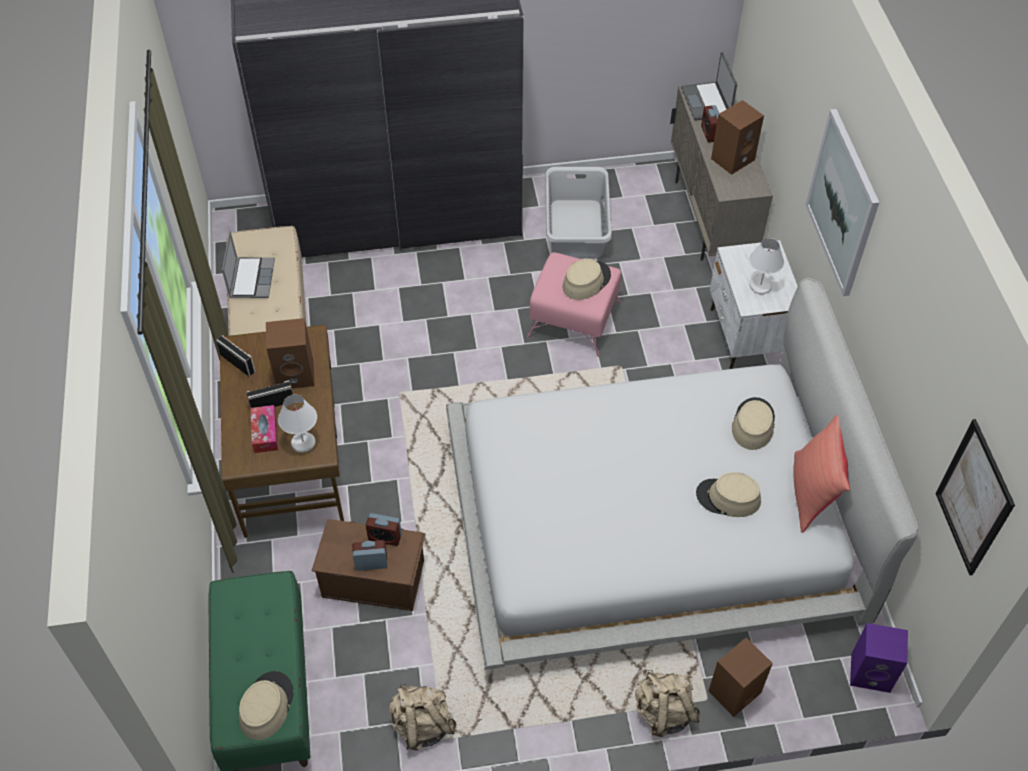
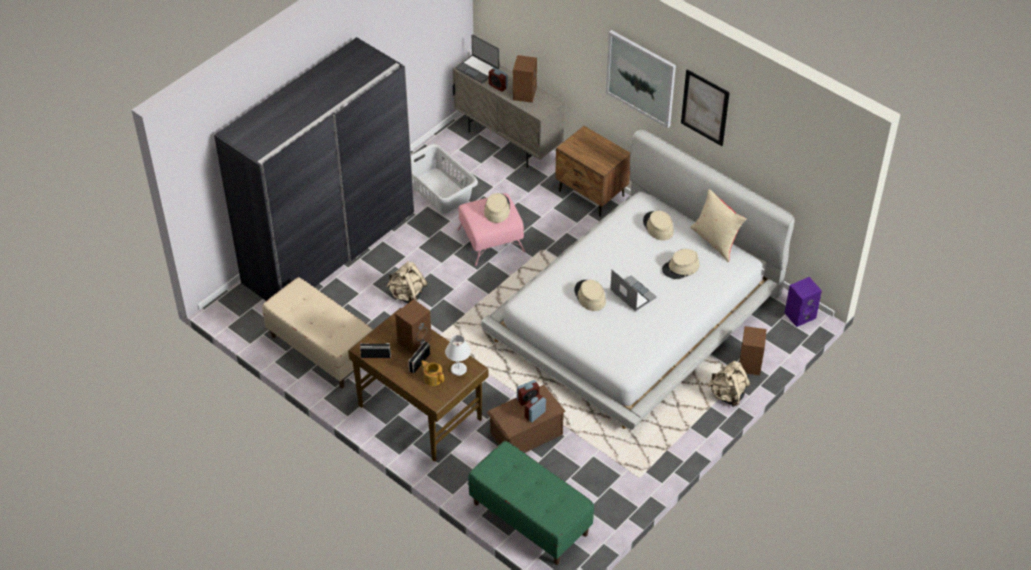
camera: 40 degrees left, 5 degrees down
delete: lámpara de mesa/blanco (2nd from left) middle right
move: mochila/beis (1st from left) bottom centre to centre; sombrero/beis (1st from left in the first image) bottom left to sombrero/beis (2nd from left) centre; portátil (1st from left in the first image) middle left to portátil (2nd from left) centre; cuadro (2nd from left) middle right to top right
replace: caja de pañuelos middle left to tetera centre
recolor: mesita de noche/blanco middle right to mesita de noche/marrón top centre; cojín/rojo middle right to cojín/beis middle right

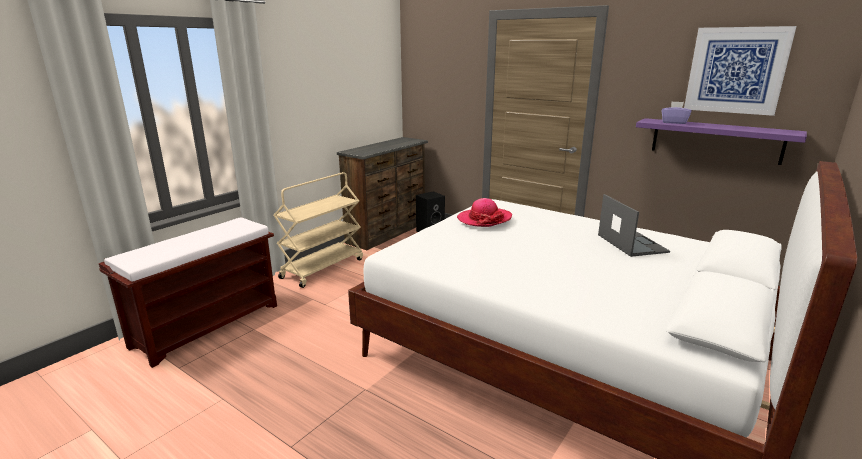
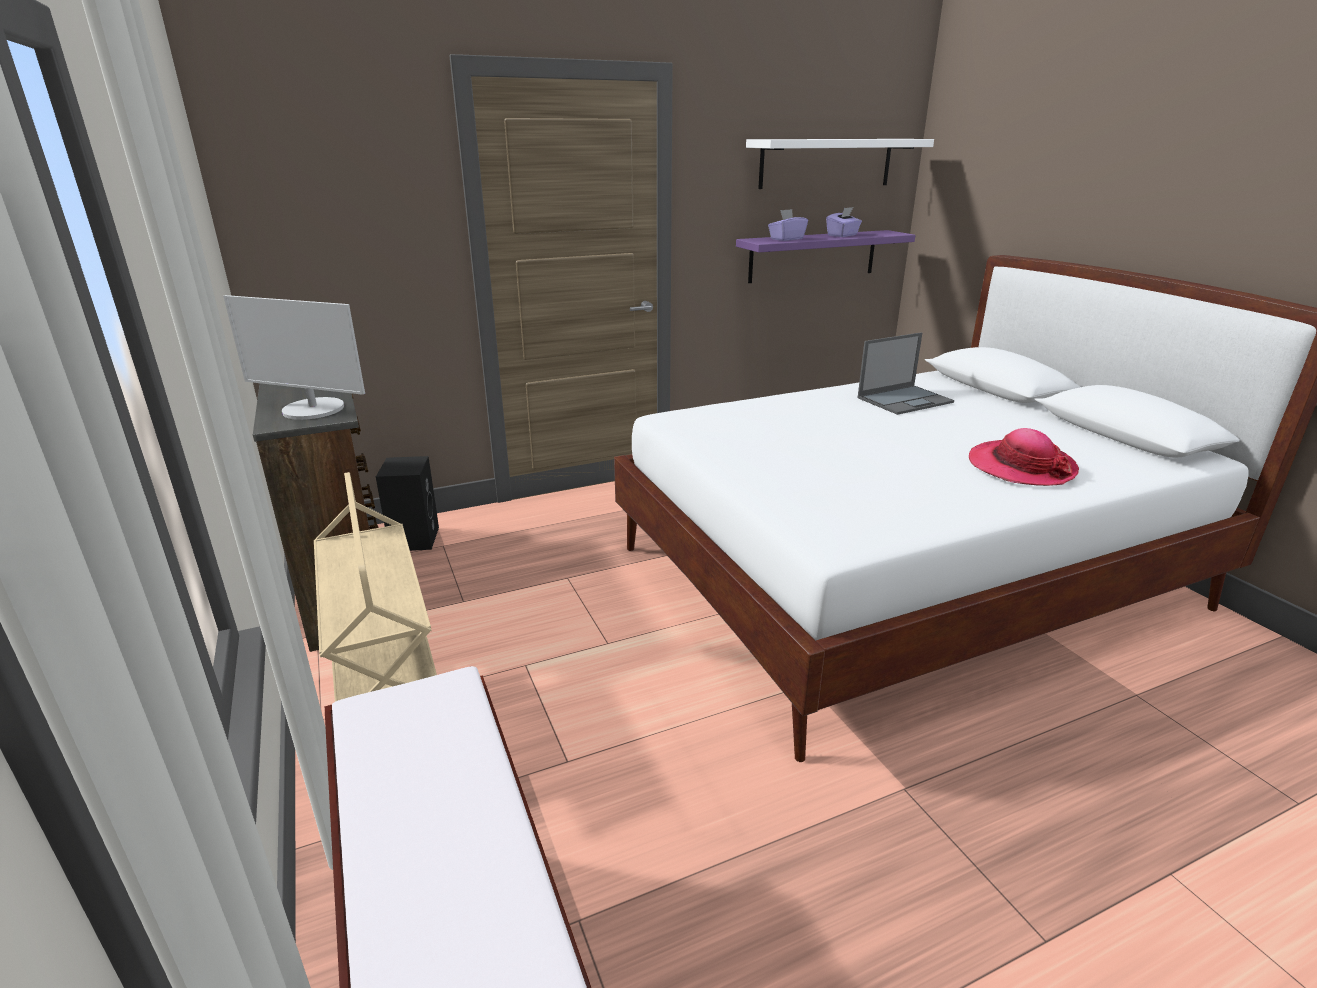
camera: 60 degrees left, 5 degrees up
insert: monitor middle left; caja de pañuelos/morado (2nd from left) top centre
move: sombrero centre to middle right
replace: cuadro top right to estante/blanco top centre
rotate: portátil middle right = middle right 135 degrees clockwise

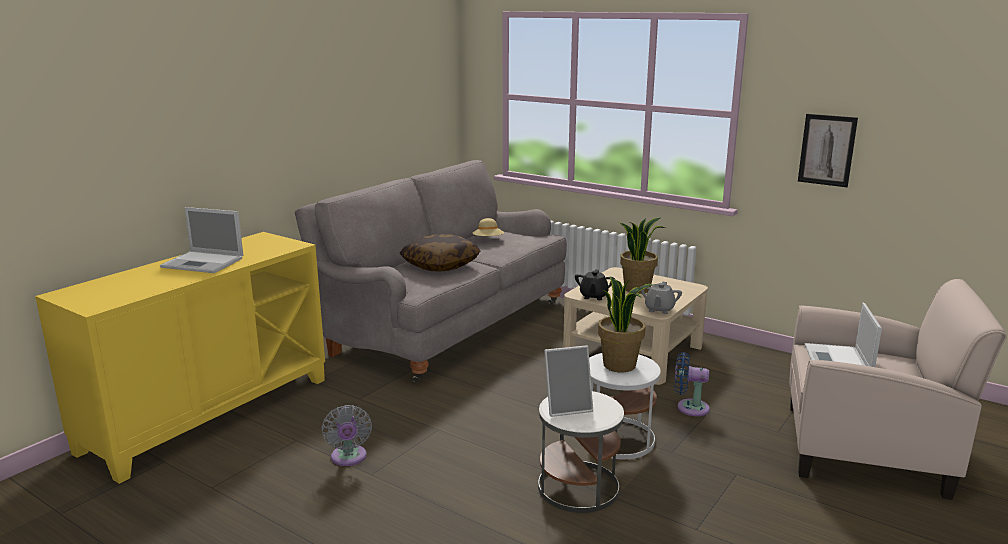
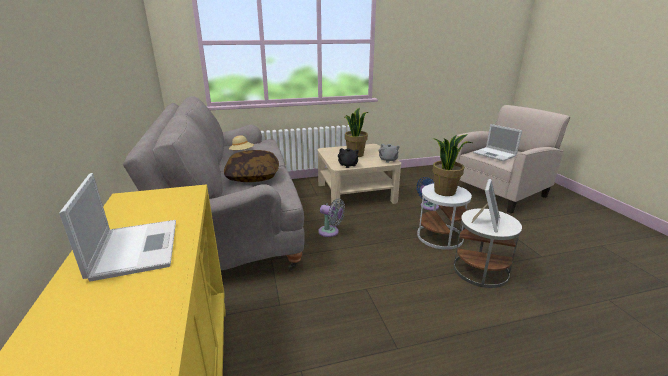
camera: 50 degrees left, 5 degrees up
delete: cuadro top right
move: ventilador/gris bottom centre to centre
rotate: portátil (1st from left) middle left = middle left 75 degrees counterclockwise

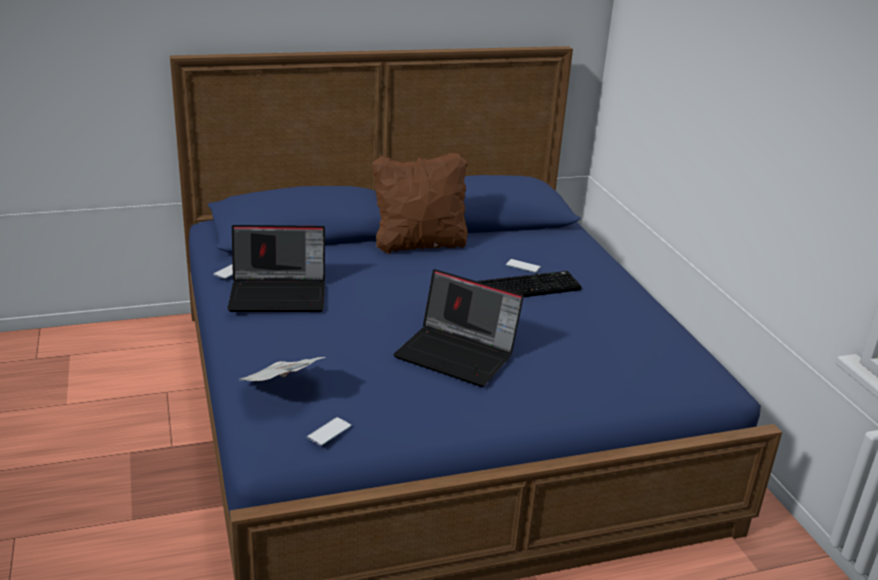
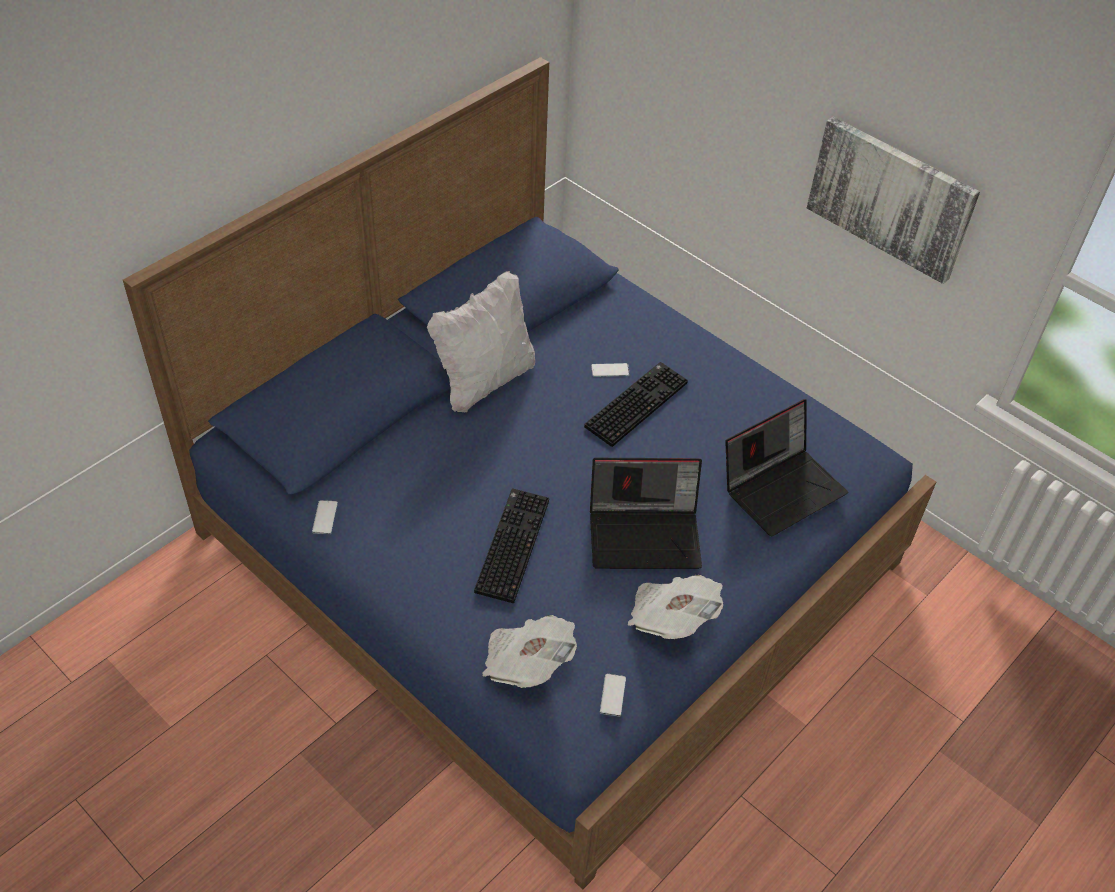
camera: 30 degrees left, 20 degrees up
insert: teclado (1st from left) centre; periódico (2nd from left) bottom centre; cuadro top right
move: portátil (1st from left in the first image) middle left to portátil (2nd from left) middle right
recolor: cojín/marrón centre to cojín/blanco centre

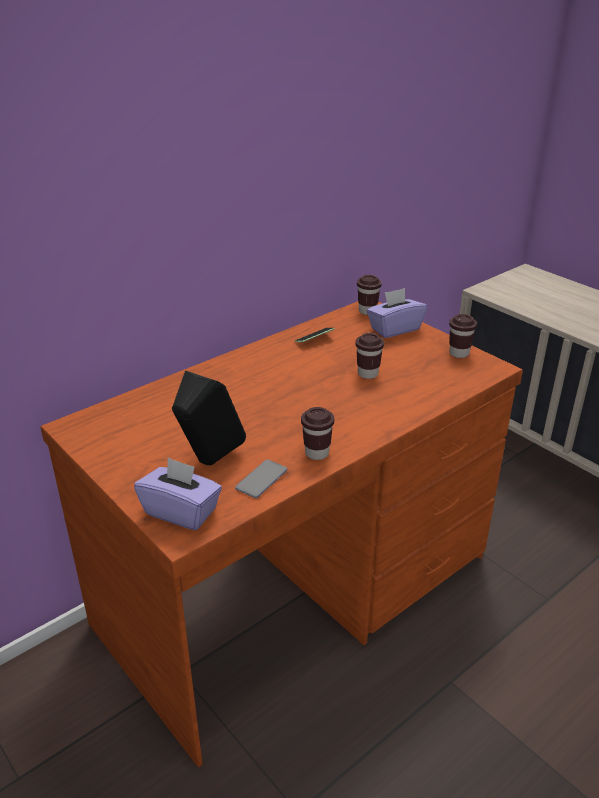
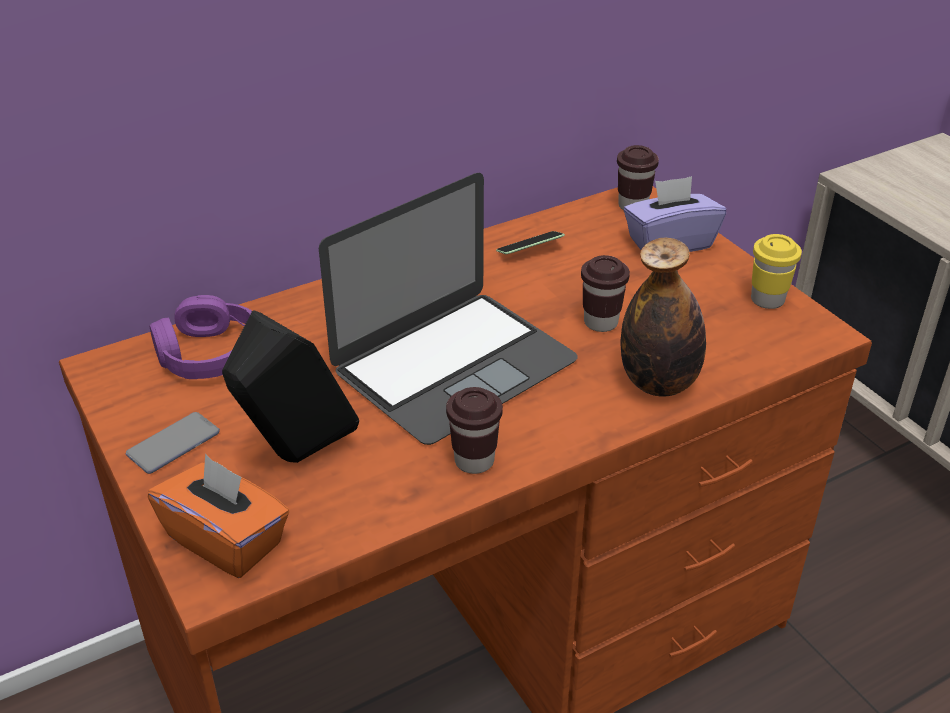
camera: 10 degrees right, 5 degrees up
insert: auriculares/morado middle left; portátil centre; botella middle right
move: móvil (1st from left) centre to middle left
recolor: caja de pañuelos/morado (1st from left) middle left to caja de pañuelos/naranja bottom left; taza/marrón (4th from left) middle right to taza/amarillo middle right

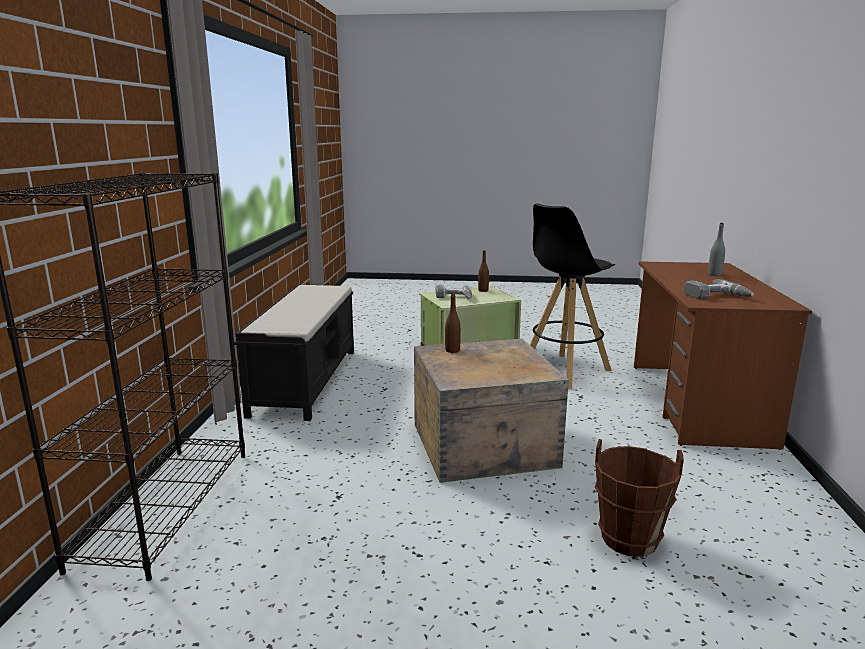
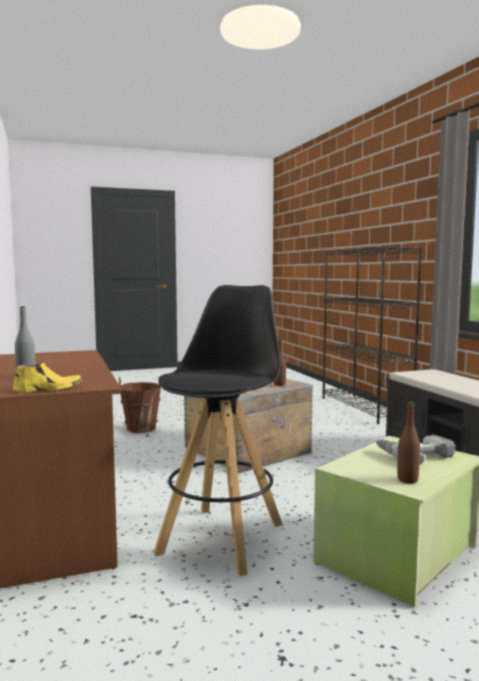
camera: 155 degrees right, 10 degrees down
delete: taladro (2nd from left) middle right
insert: zapato/amarillo middle left

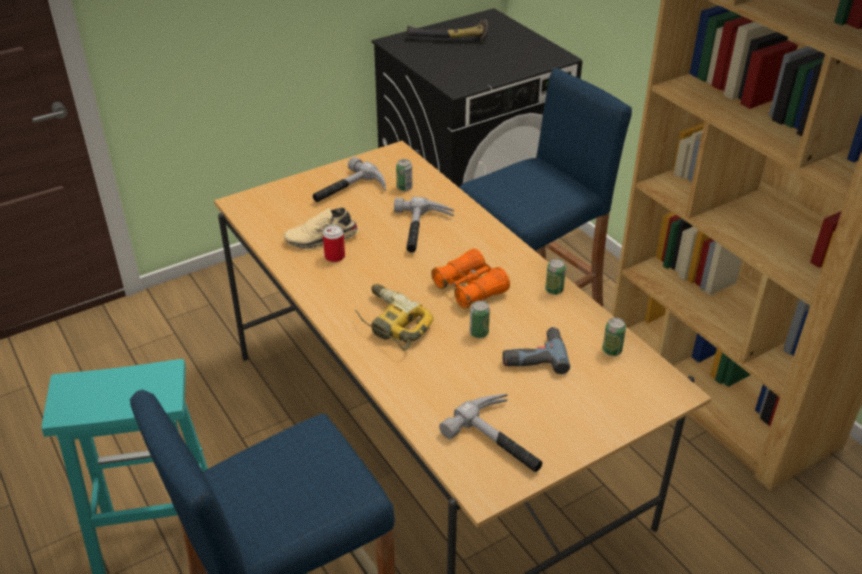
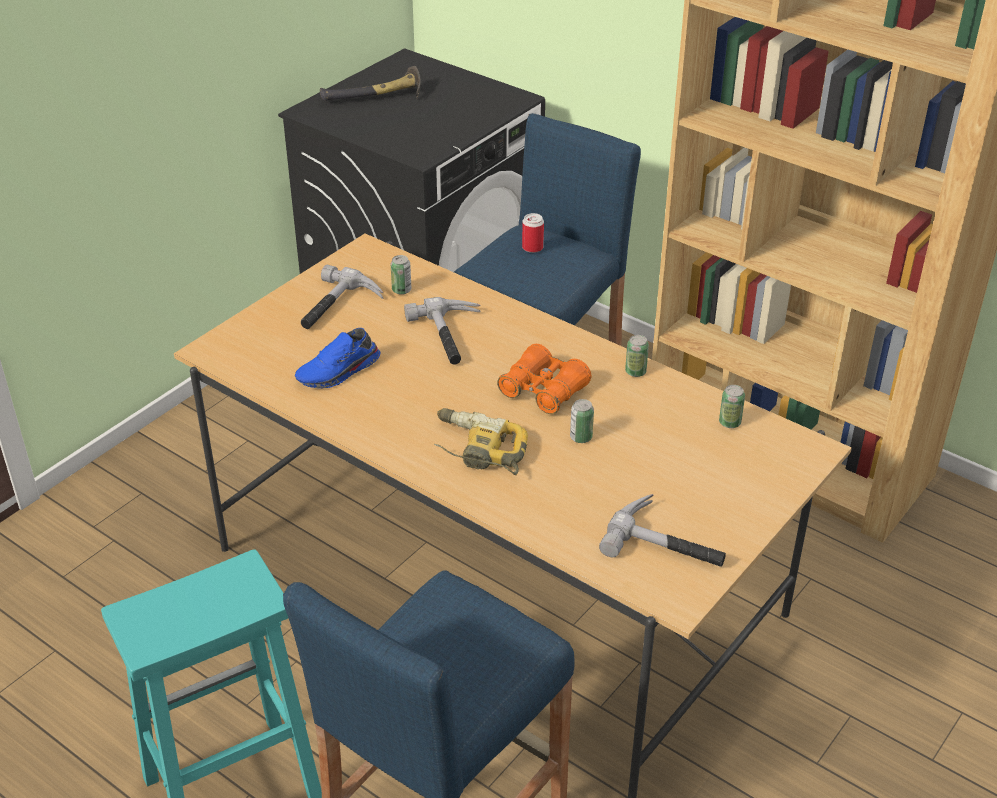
camera: 20 degrees left, 0 degrees up
delete: taladro (2nd from left) centre
move: lata (1st from left in the first image) centre to lata (2nd from left) top centre
recolor: zapato/beis centre to zapato/azul centre

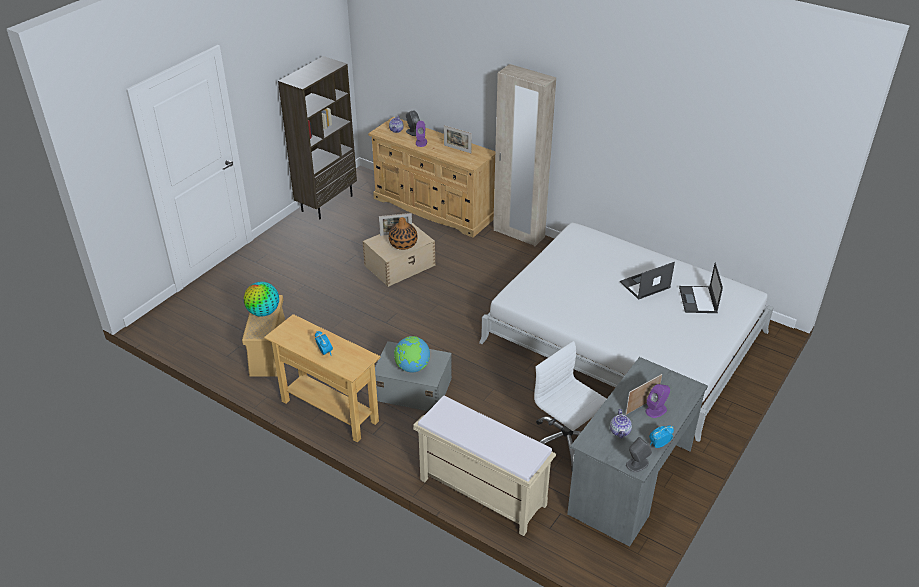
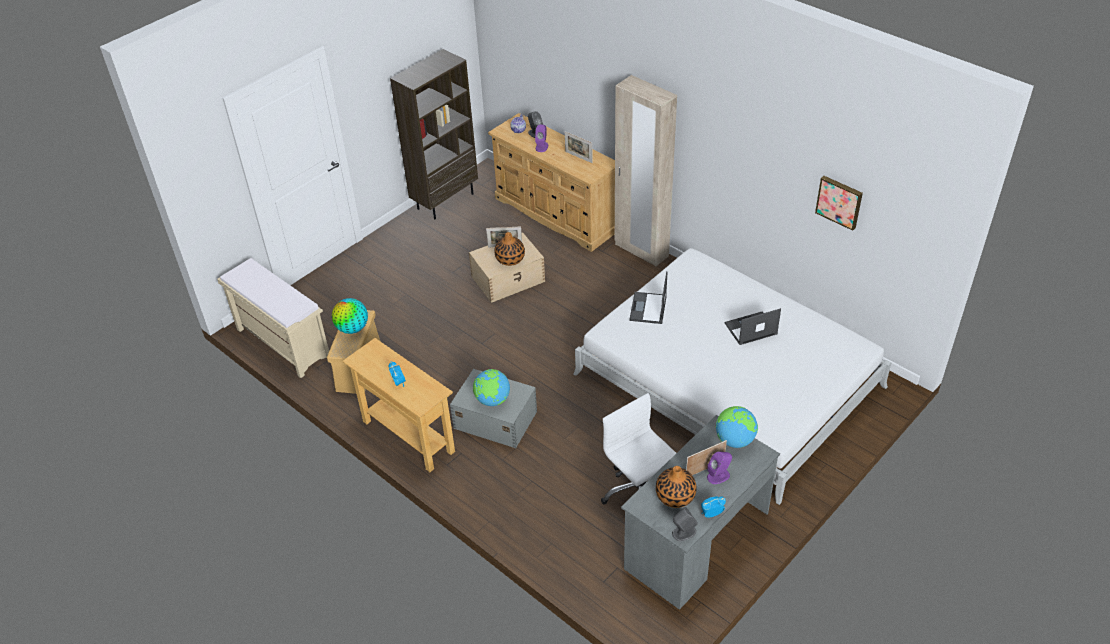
camera: 10 degrees right, 5 degrees up
insert: globo terráqueo (3rd from left) centre; cuadro top right
move: banco/beis bottom centre to middle left; portátil (2nd from left in the first image) middle right to portátil (1st from left) centre
replace: tetera (2nd from left) bottom right to florero (2nd from left) bottom centre

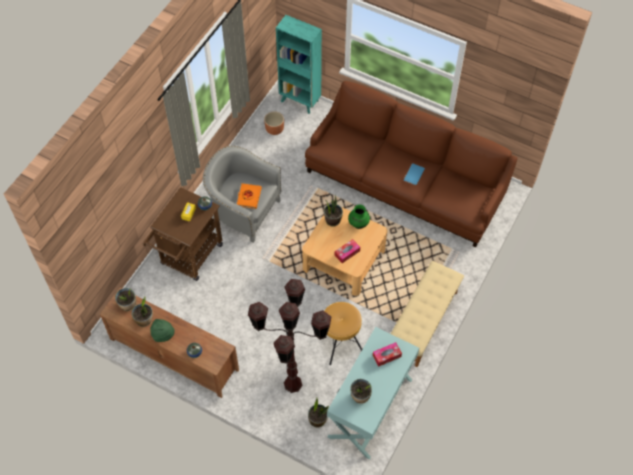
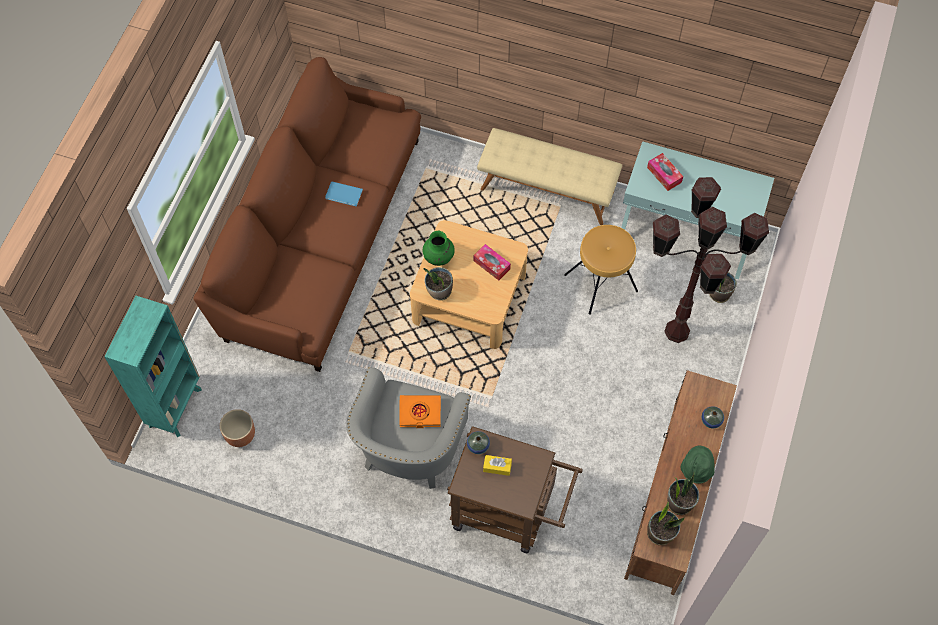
camera: 100 degrees left, 5 degrees up
delete: planta en maceta (5th from left) bottom centre

